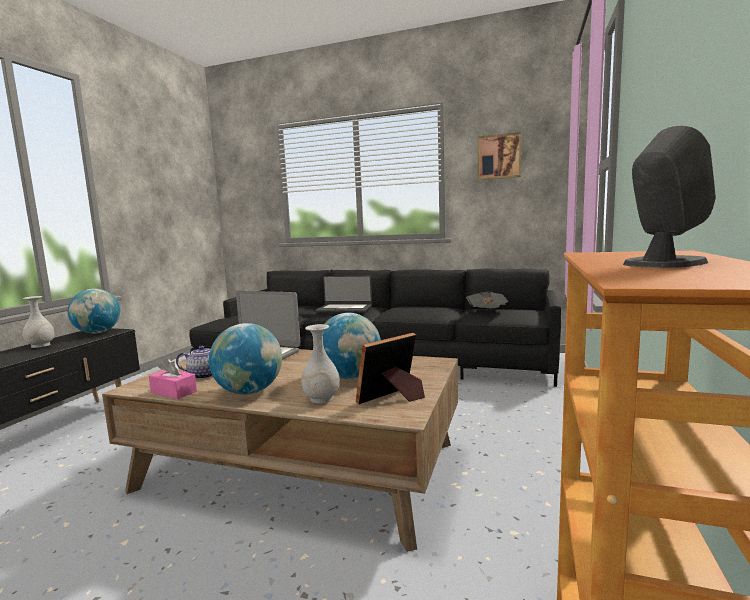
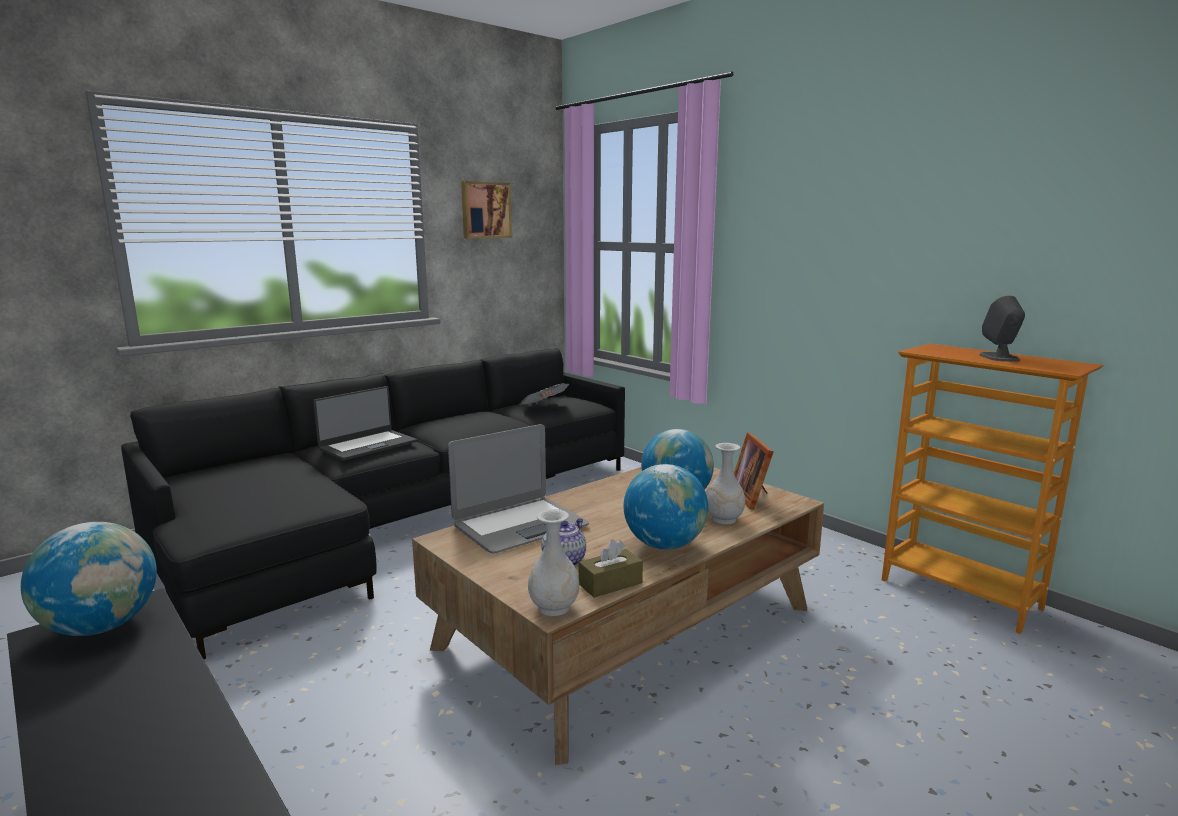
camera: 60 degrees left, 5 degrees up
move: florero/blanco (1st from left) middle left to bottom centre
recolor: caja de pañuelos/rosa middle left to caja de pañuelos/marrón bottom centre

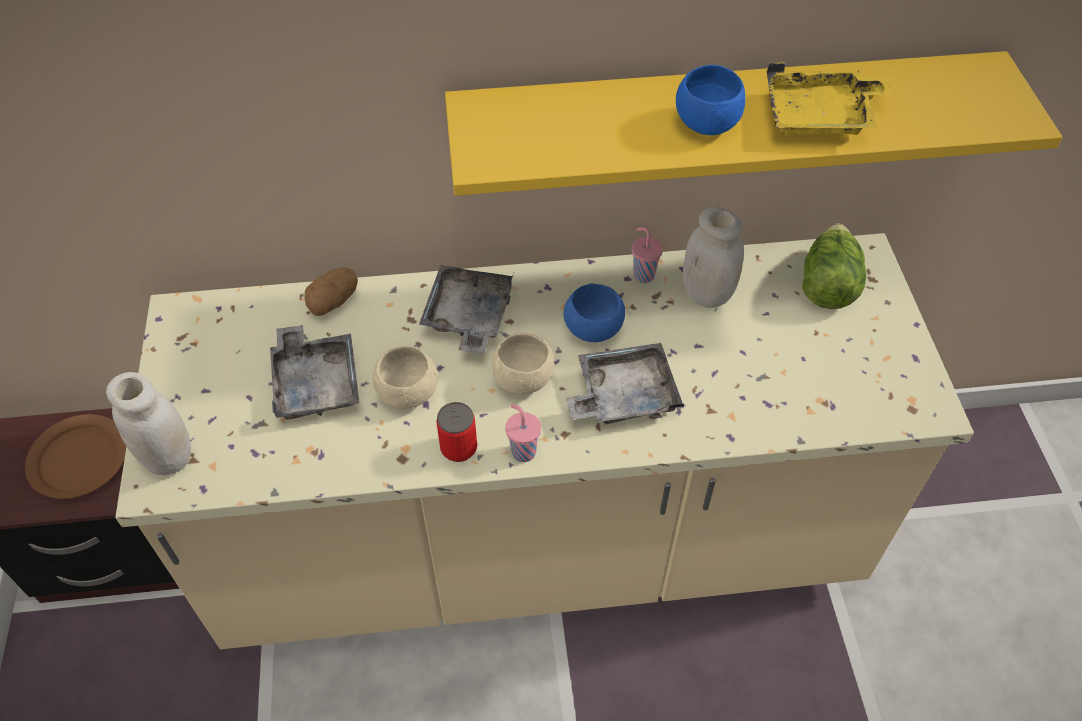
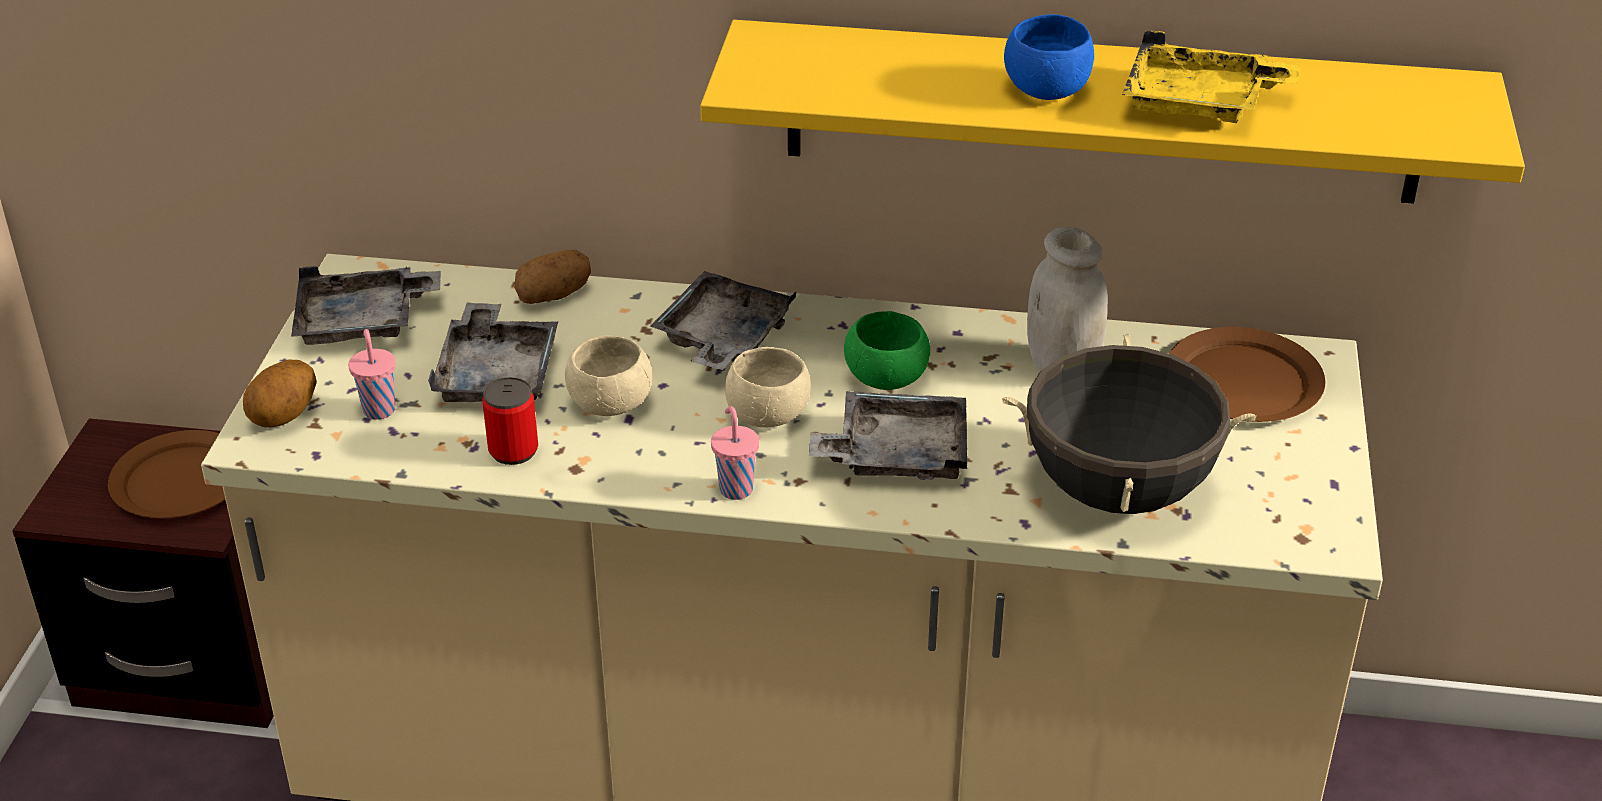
camera: 15 degrees right, 15 degrees down
insert: bandeja/gris (1st from left) middle left; olla/negro middle right
move: taza/rosa (2nd from left in the first image) centre to taza/rosa (1st from left) middle left; lata centre to middle left
replace: tarro/blanco (1st from left) middle left to patata (1st from left) middle left; lechuga middle right to plato/marrón (2nd from left) middle right
recolor: cuenco/azul (1st from left) centre to cuenco/verde centre

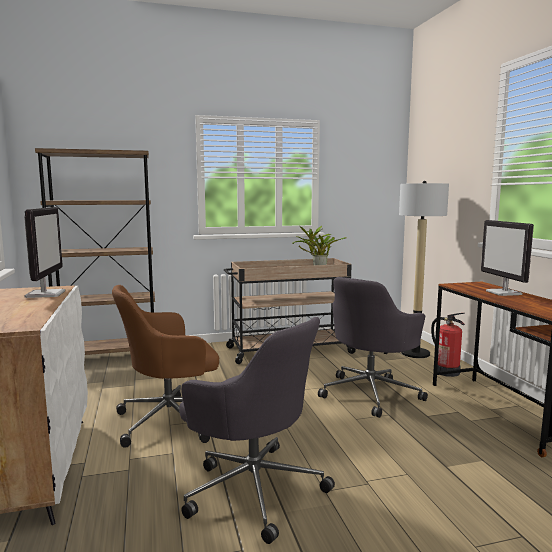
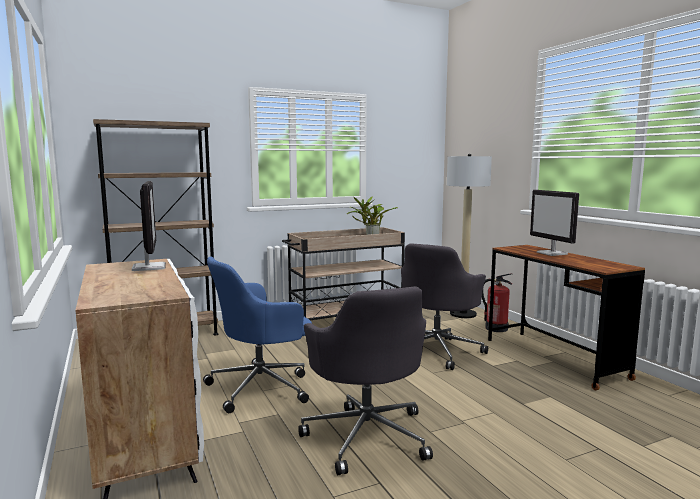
camera: 10 degrees left, 0 degrees up
recolor: silla de oficina/marrón middle left to silla de oficina/azul bottom centre
rotate: silla de oficina/gris (1st from left) bottom centre = bottom centre 45 degrees clockwise

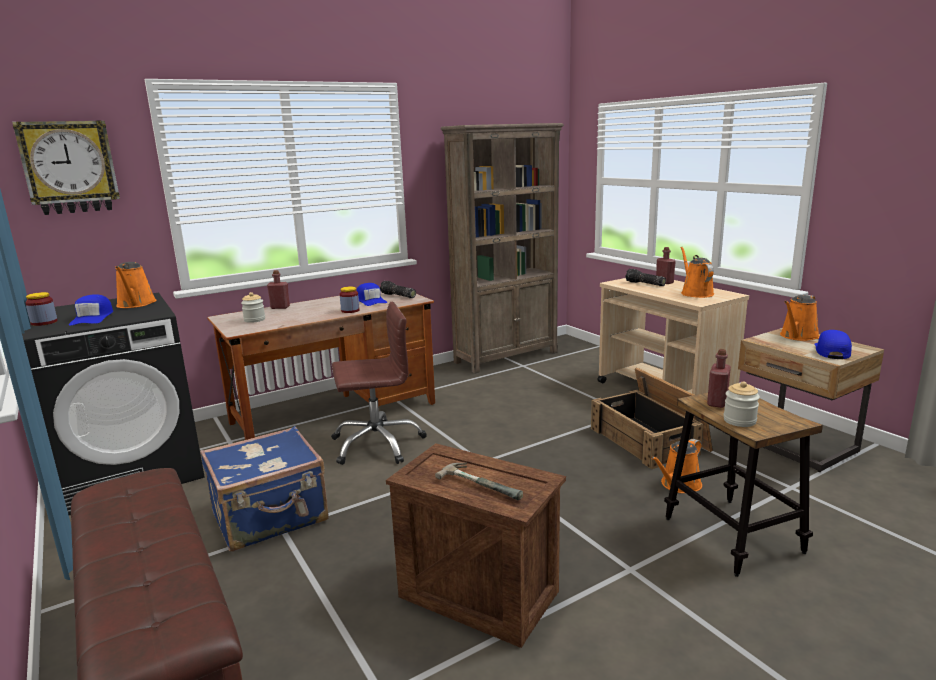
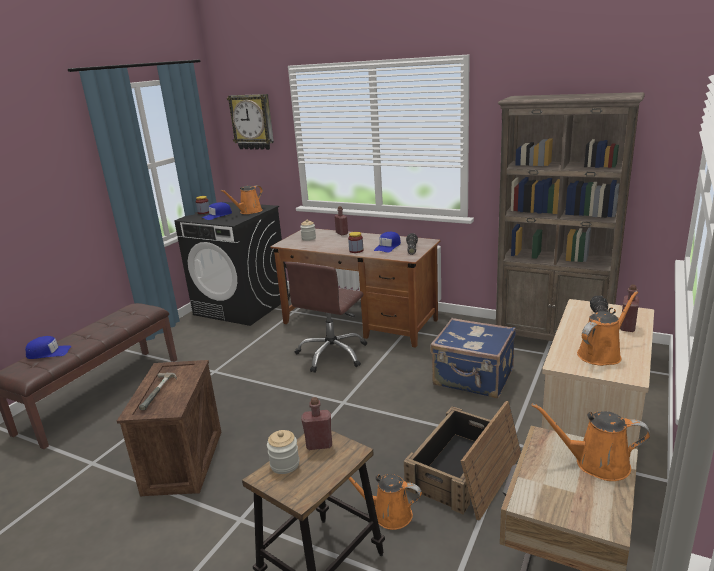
camera: 60 degrees right, 5 degrees up
move: gorra/azul (3rd from left in the first image) middle right to gorra/azul (1st from left) middle left; maleta/azul bottom left to centre
rotate: silla de oficina/marrón centre = centre 75 degrees clockwise

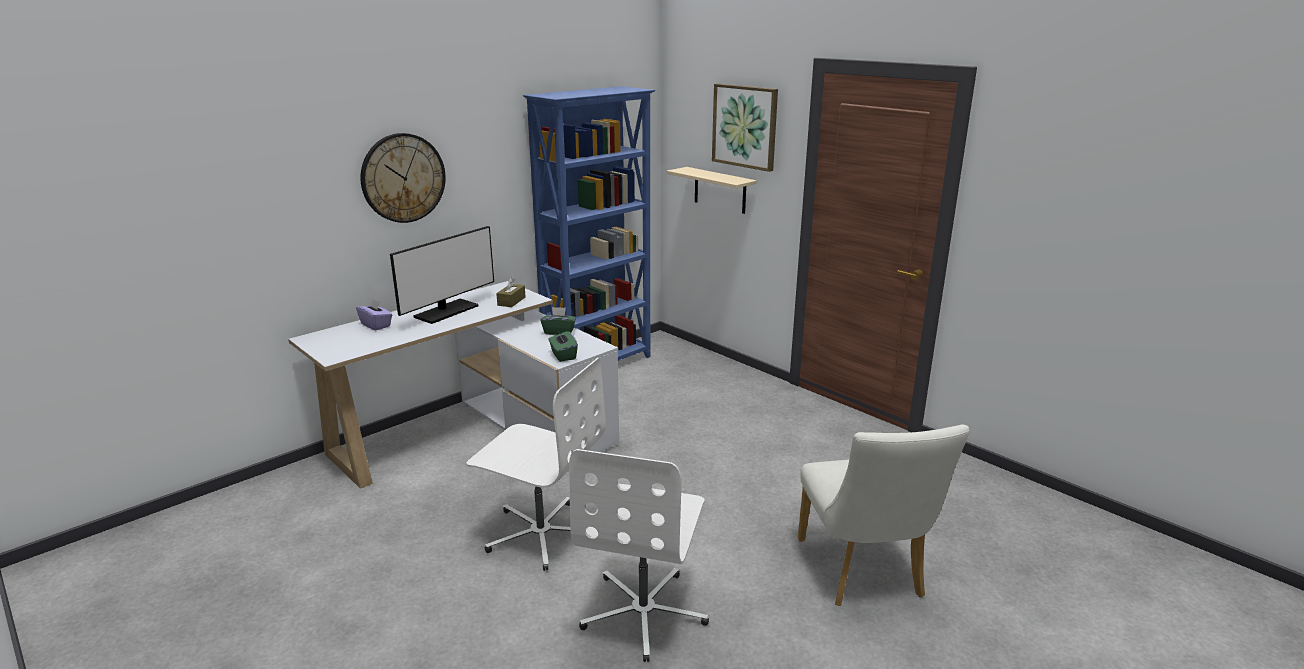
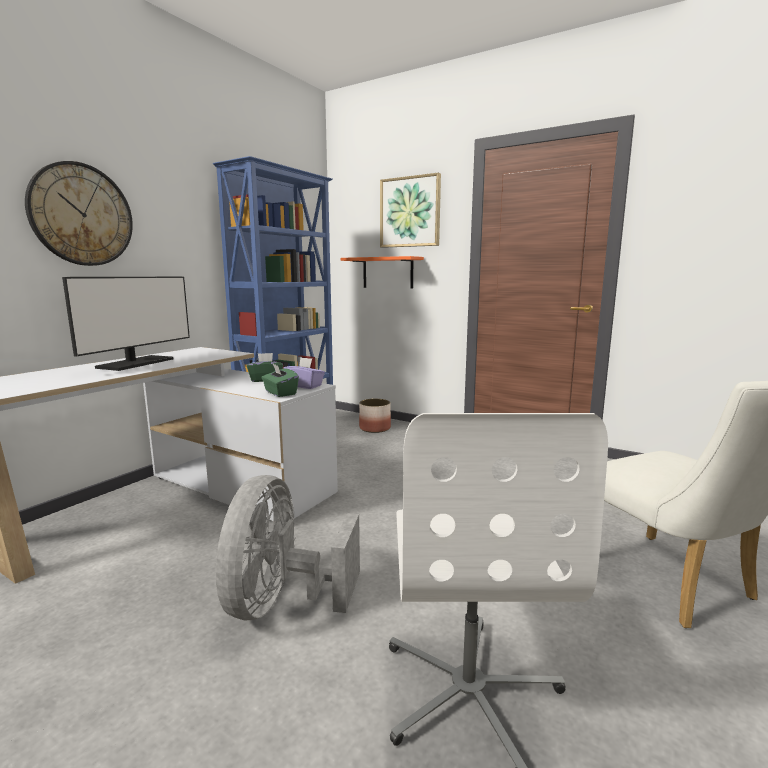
camera: 15 degrees left, 10 degrees down
delete: caja de pañuelos/marrón centre
insert: maceta centre
move: caja de pañuelos/morado middle left to centre
replace: silla de oficina/blanco (1st from left) bottom centre to ventilador/gris bottom centre
recolor: estante/beis top centre to estante/naranja centre

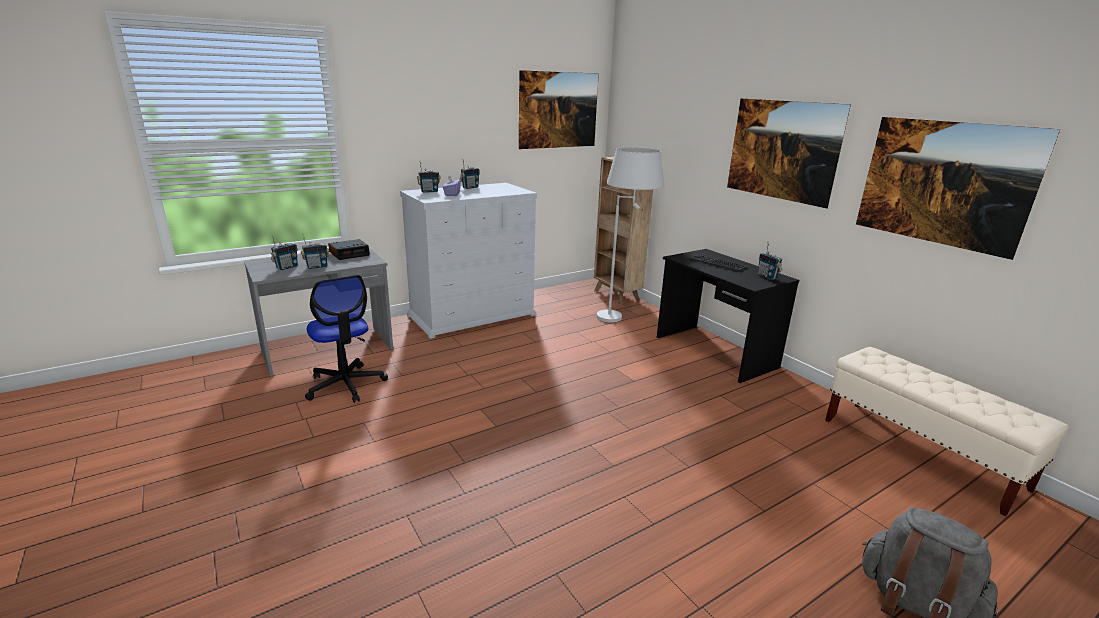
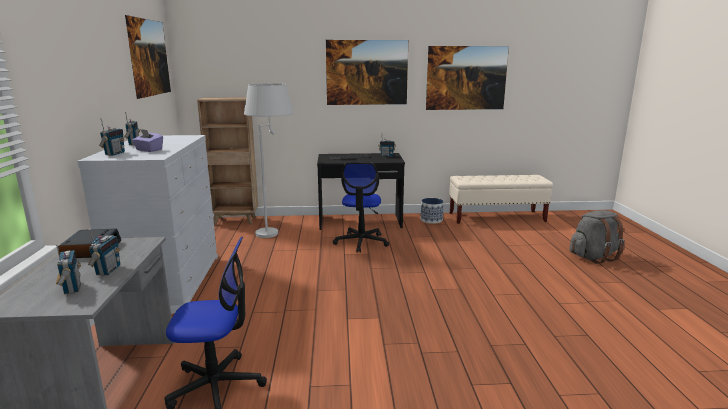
camera: 60 degrees left, 5 degrees down
insert: silla de oficina (2nd from left) centre; maceta centre

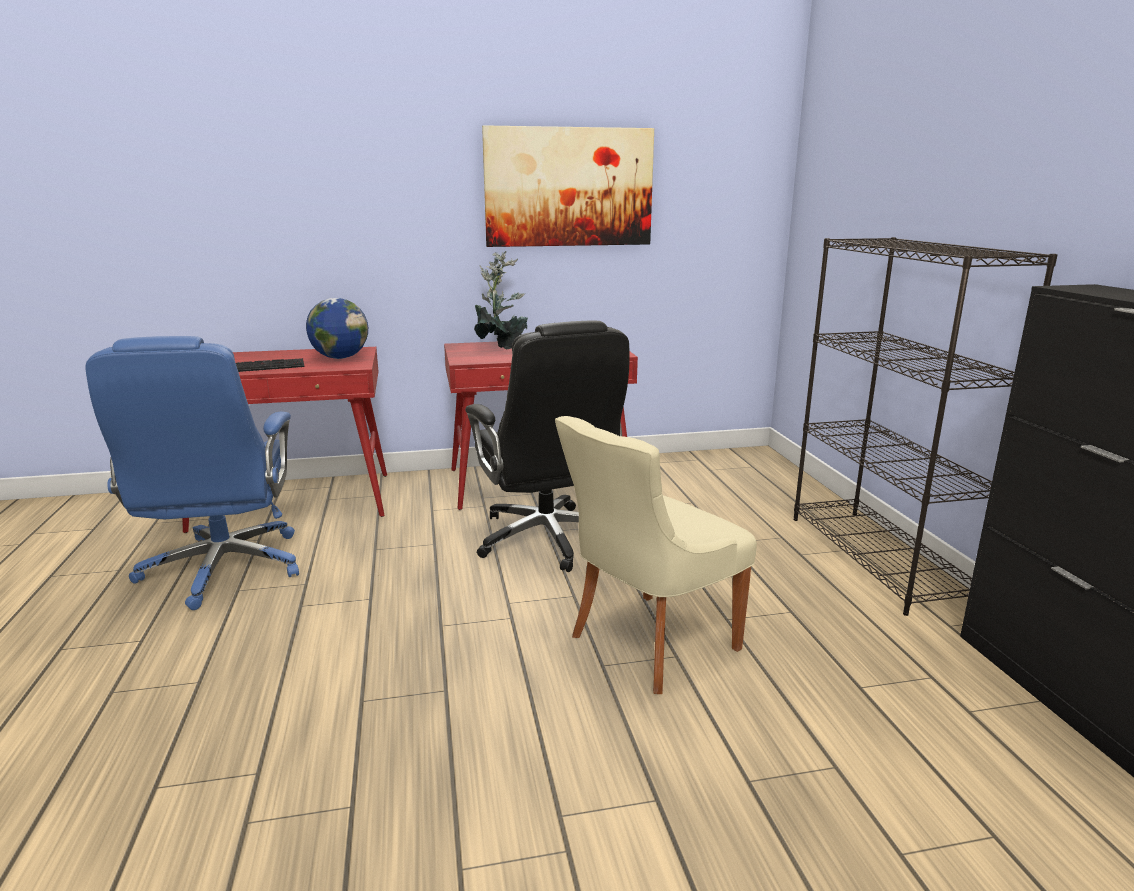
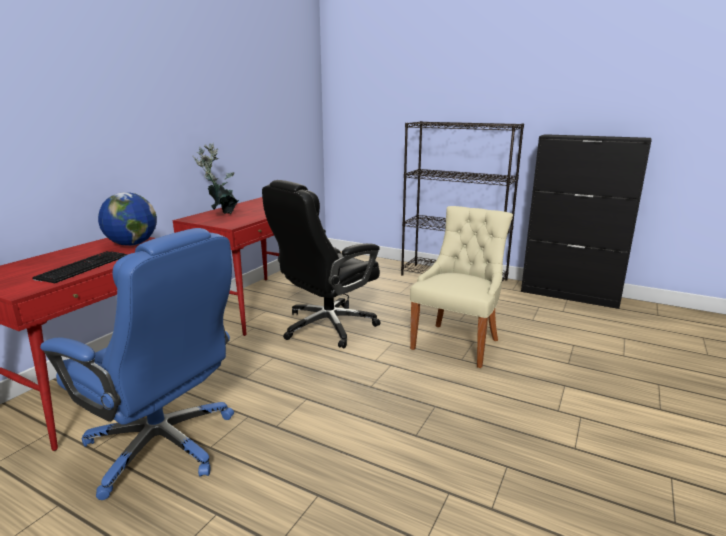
camera: 50 degrees left, 0 degrees up
delete: cuadro top centre
rotate: silla de oficina/negro centre = centre 120 degrees clockwise; silla/beis centre = centre 150 degrees counterclockwise

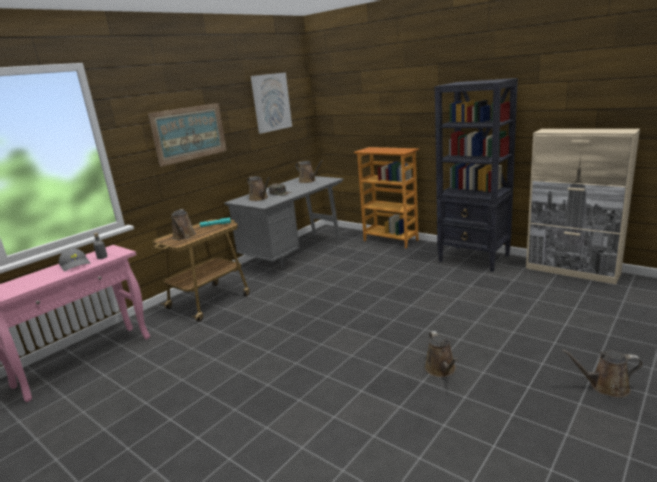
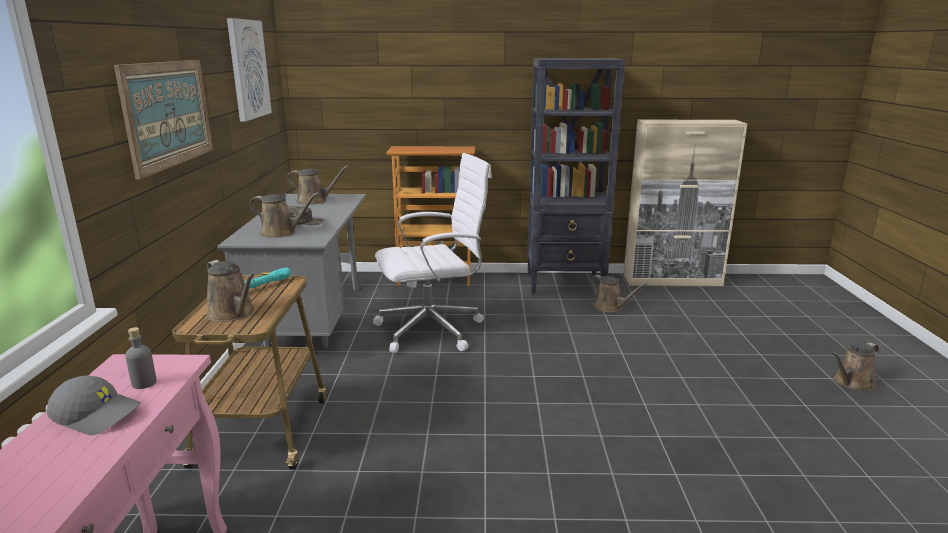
camera: 40 degrees left, 0 degrees up
insert: silla de oficina/blanco centre
move: regadera/marrón (4th from left) bottom right to centre

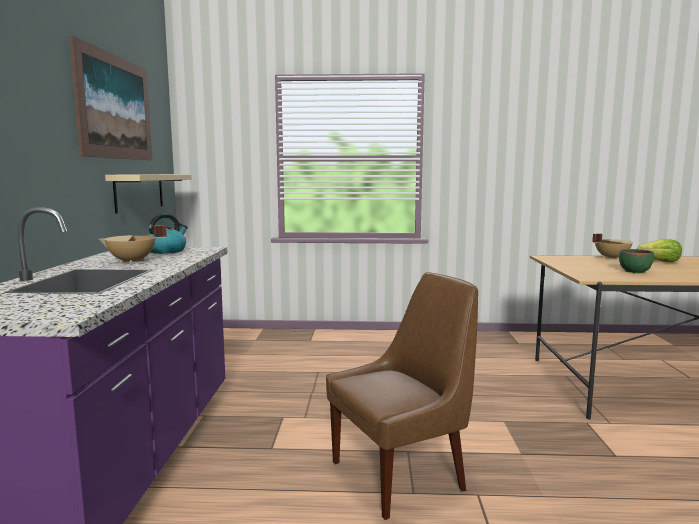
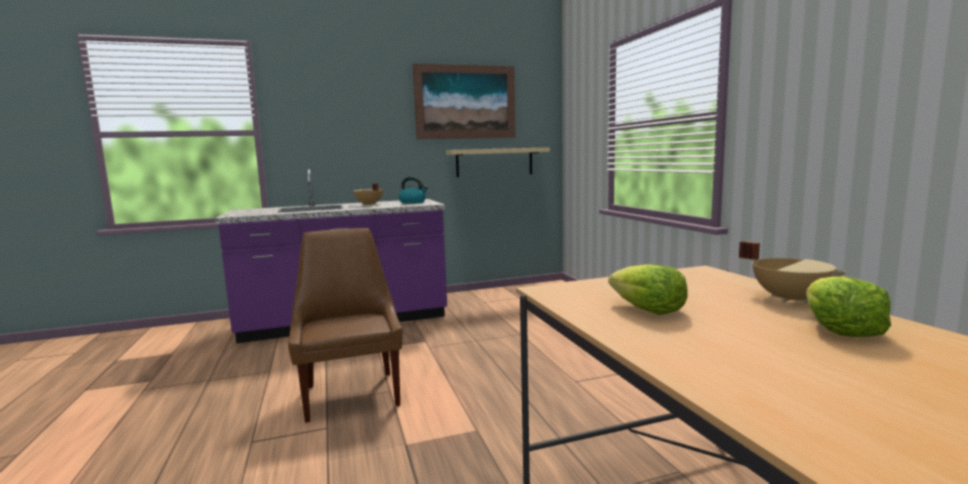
camera: 70 degrees right, 0 degrees up
replace: cuenco/verde middle right to lechuga (1st from left) middle right
rotate: silla/marrón bottom centre = bottom centre 150 degrees counterclockwise

